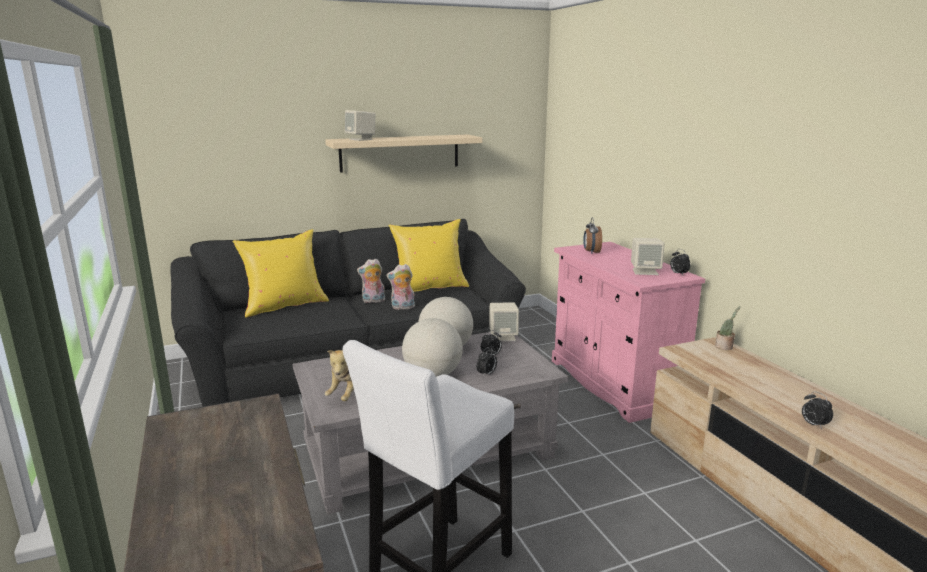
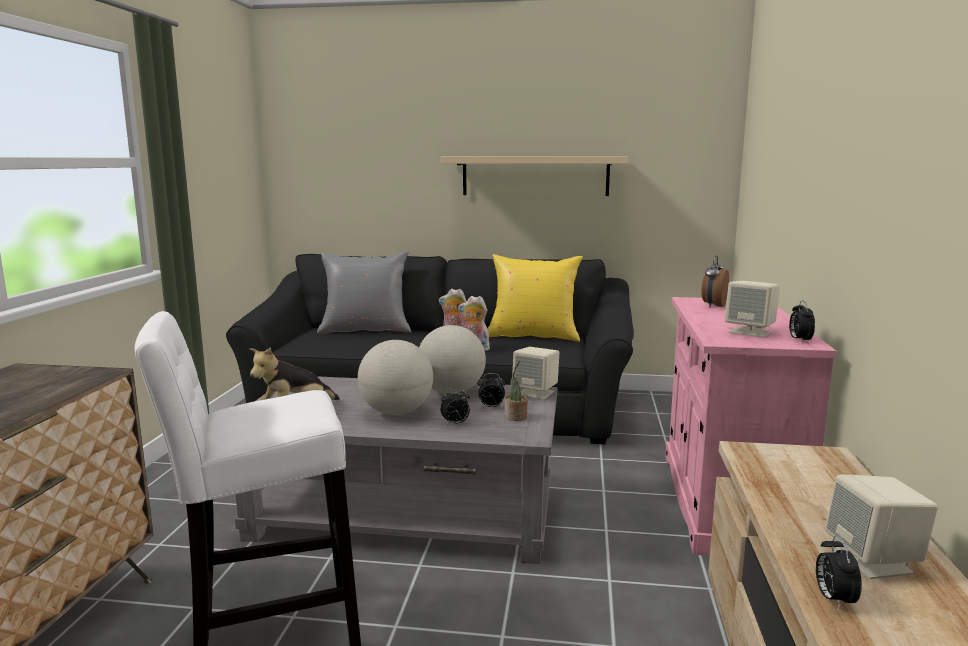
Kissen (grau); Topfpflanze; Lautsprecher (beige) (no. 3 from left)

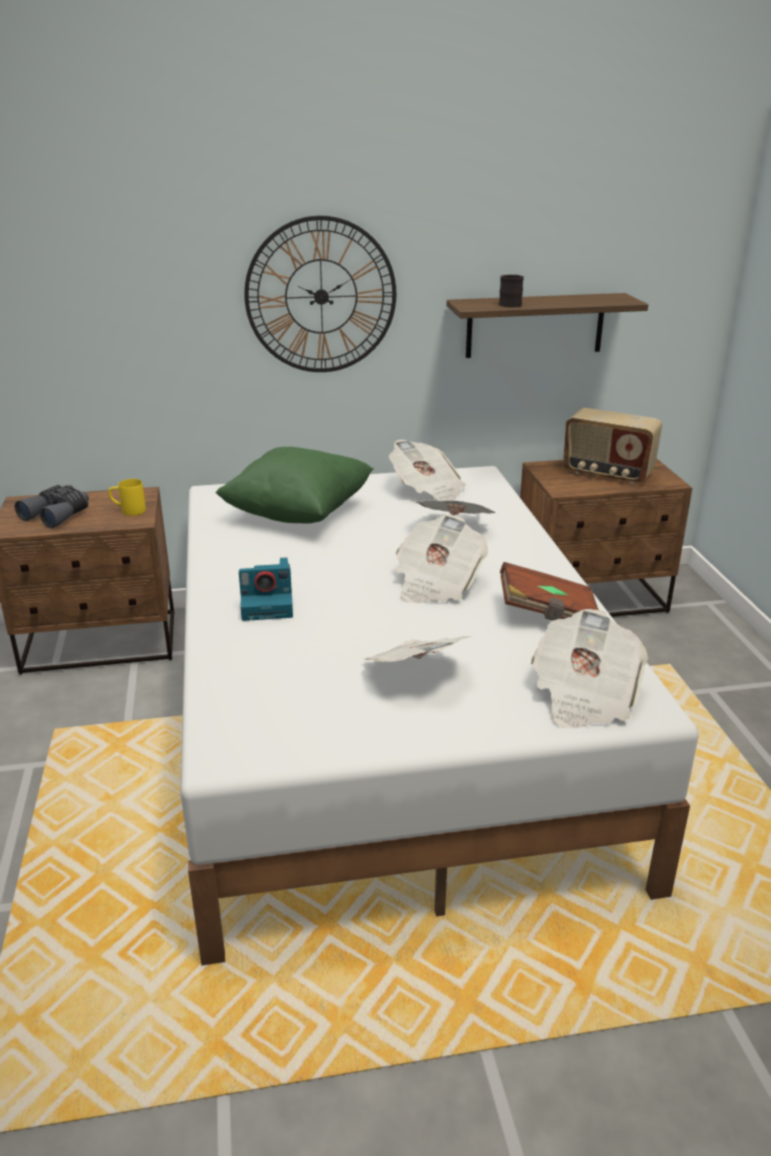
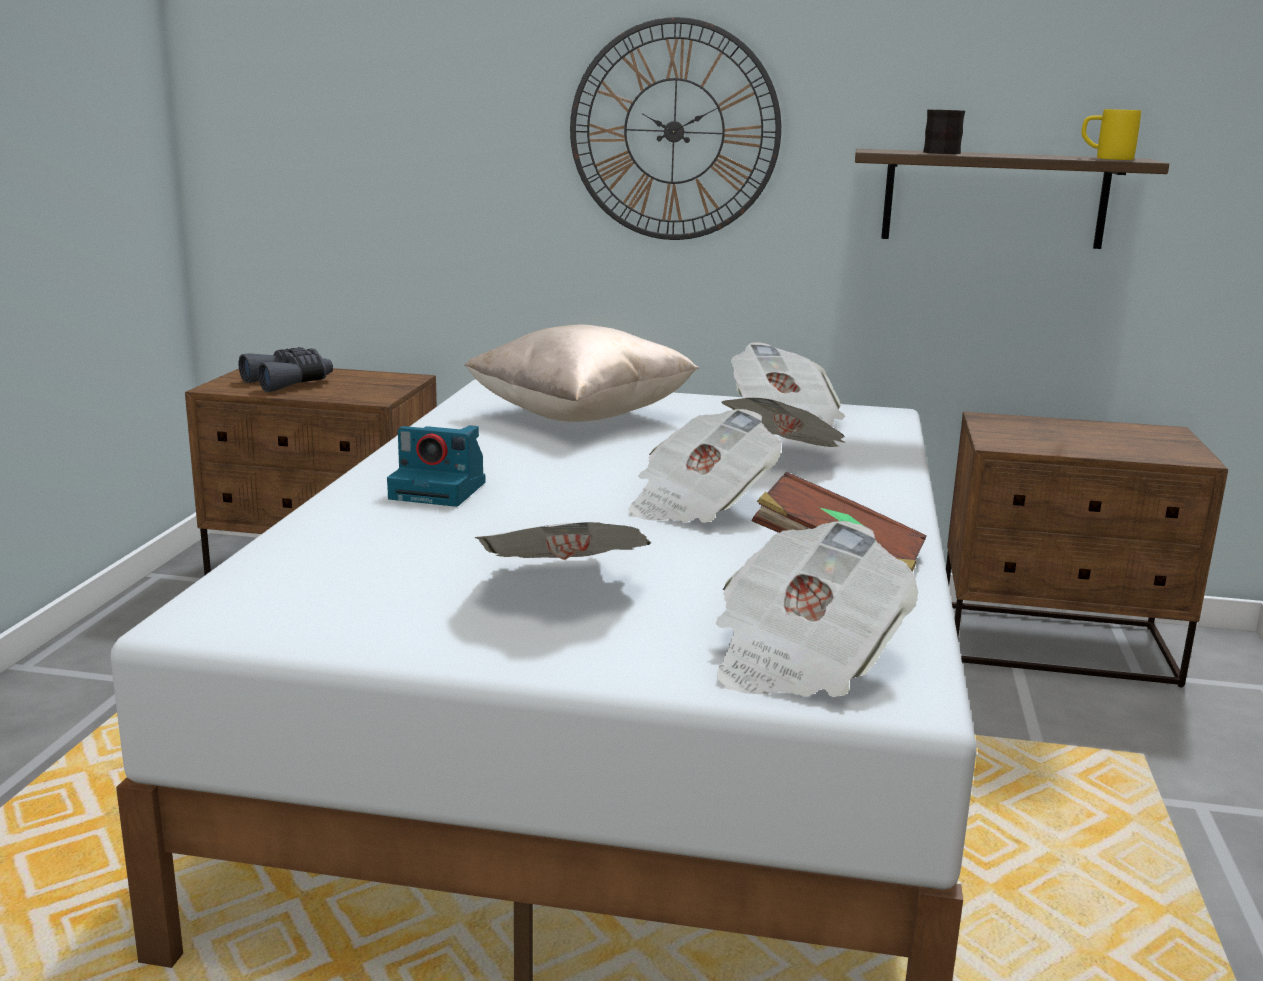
Kissen (beige); Henkelbecher (gelb); Radio

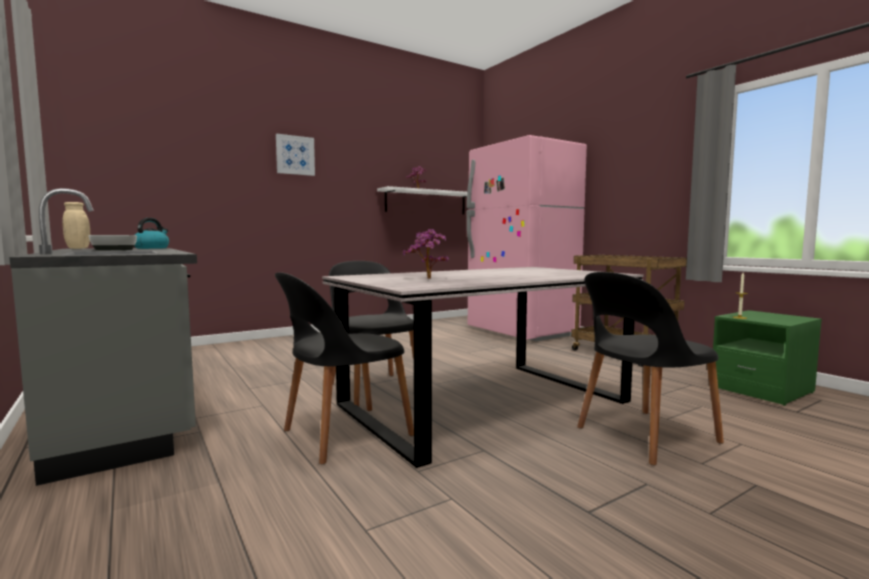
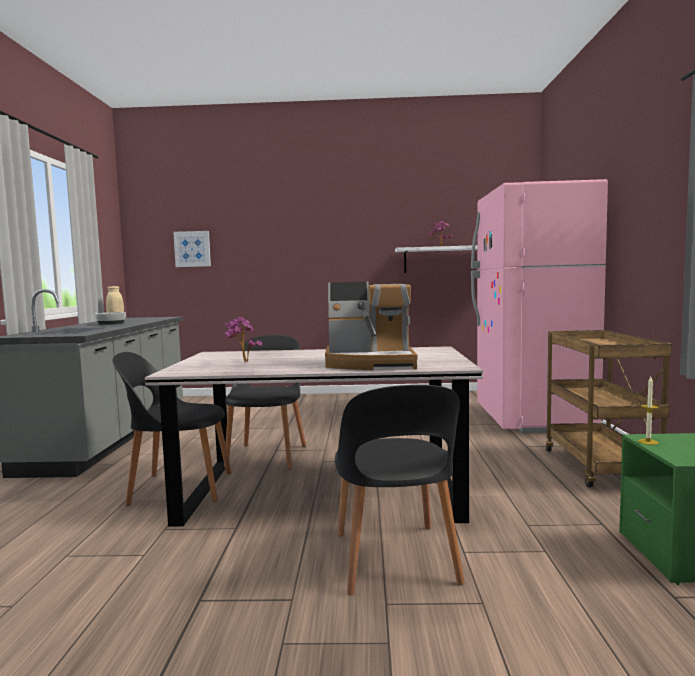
Bild; Kaffeemaschine; Stuhl (schwarz) (no. 3 from left); Wasserkessel

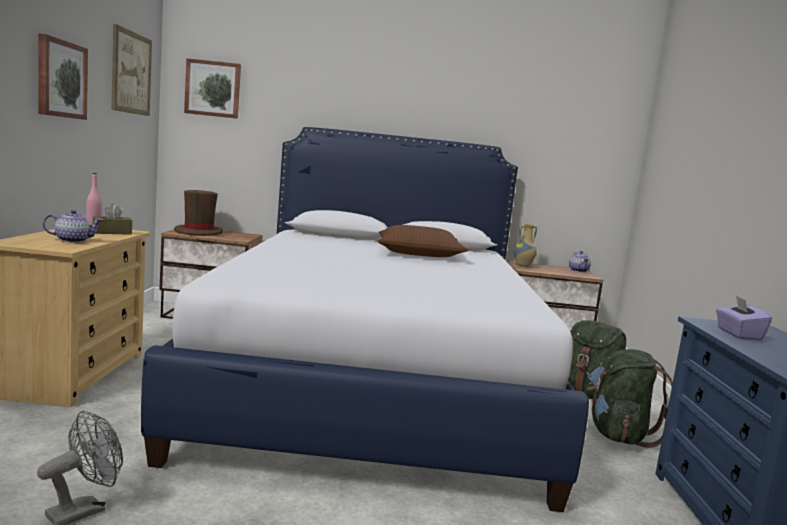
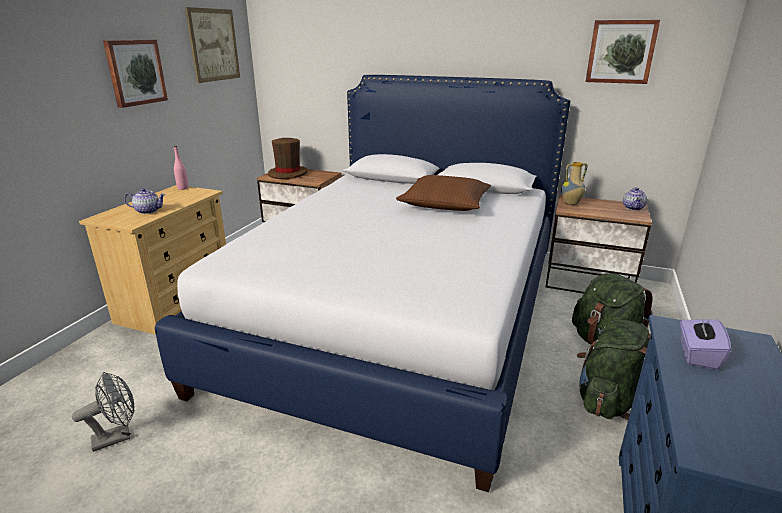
Bild (no. 3 from left); Taschentuchbox (braun)

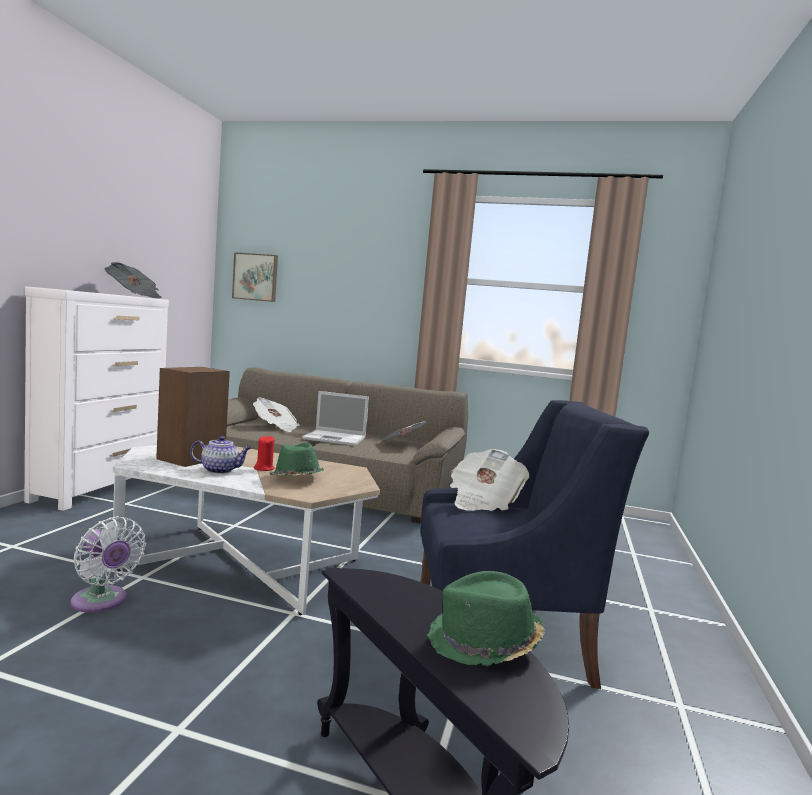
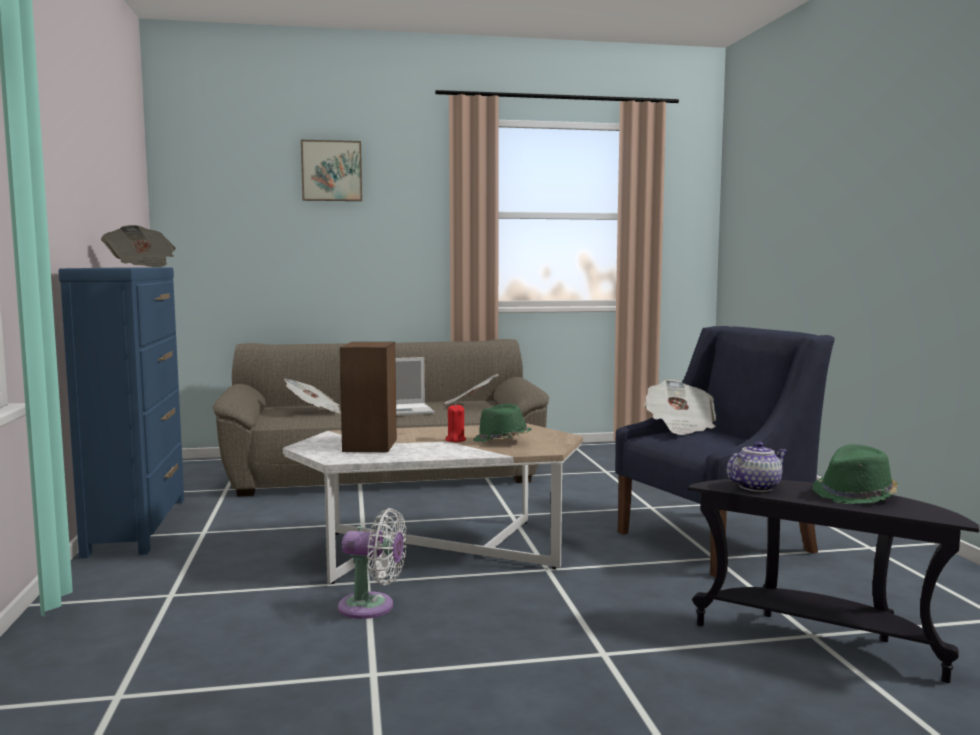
Kommode (blau); Bild; Teekanne

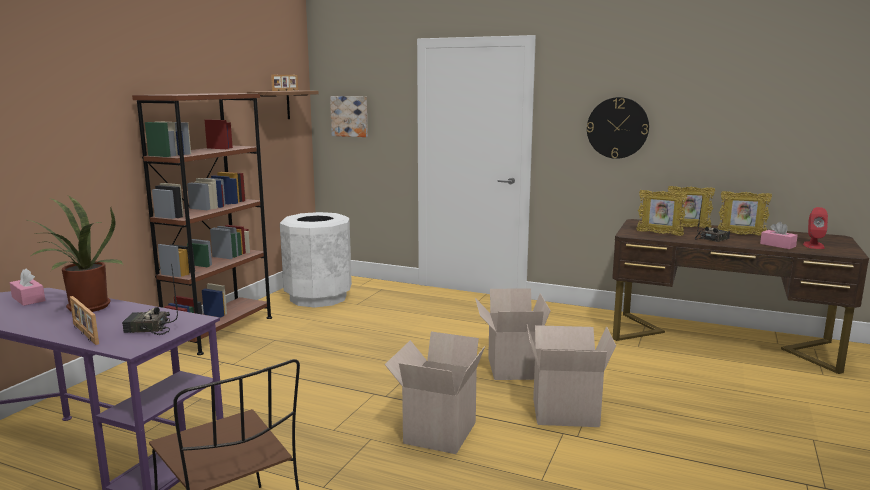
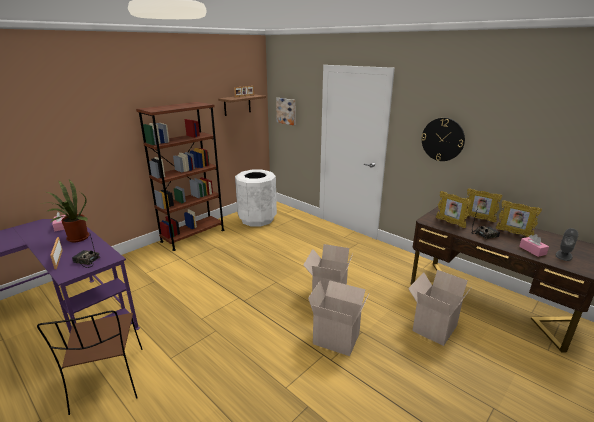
Karton (no. 3 from left); Lautsprecher (grau)

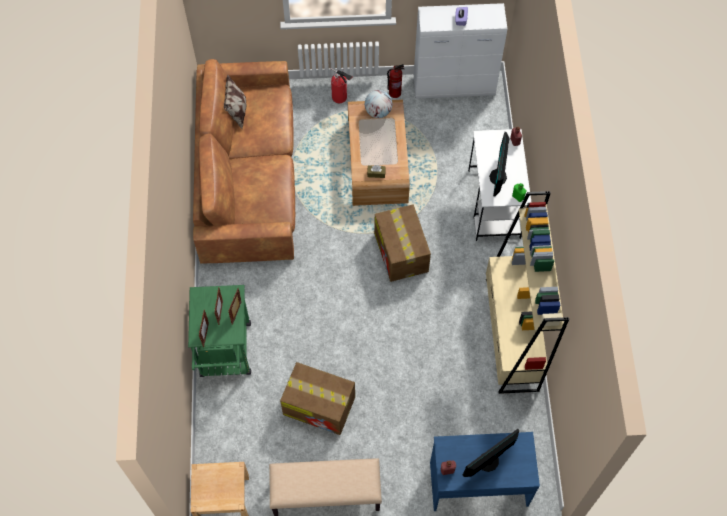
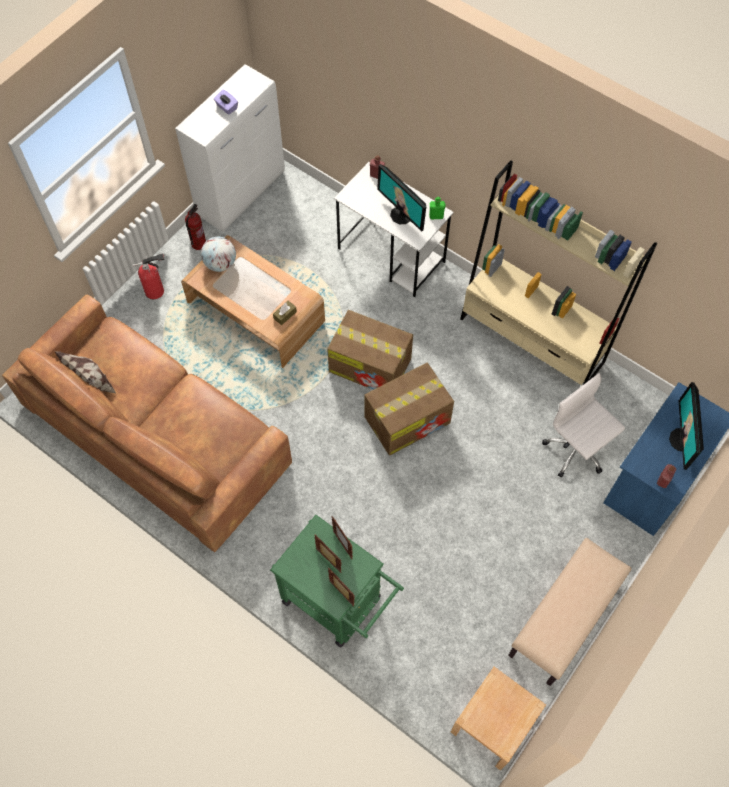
Karton (no. 2 from left); Bürostuhl (weiß)

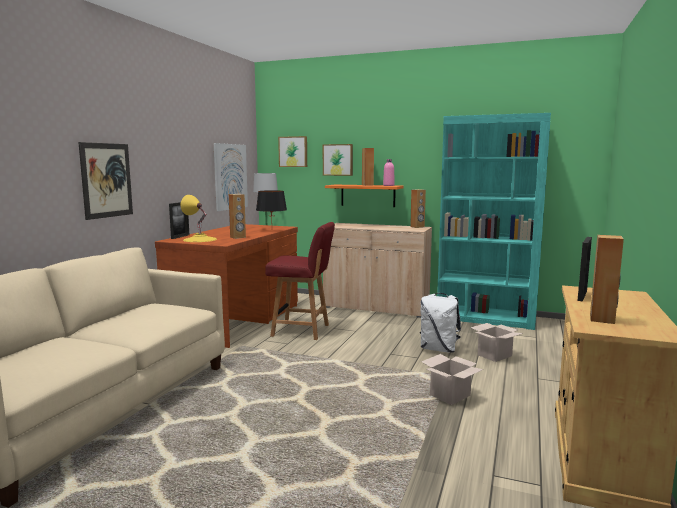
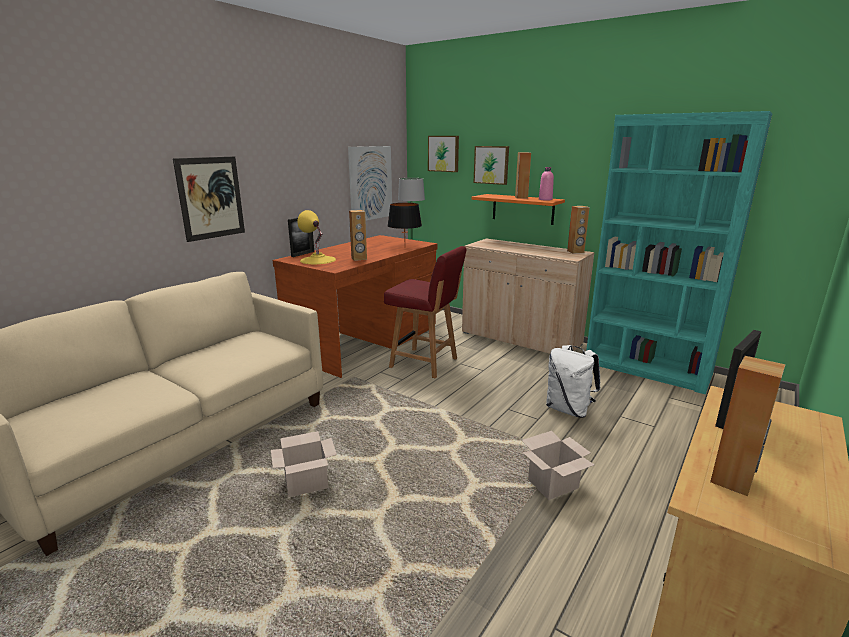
Karton (no. 1 from left)

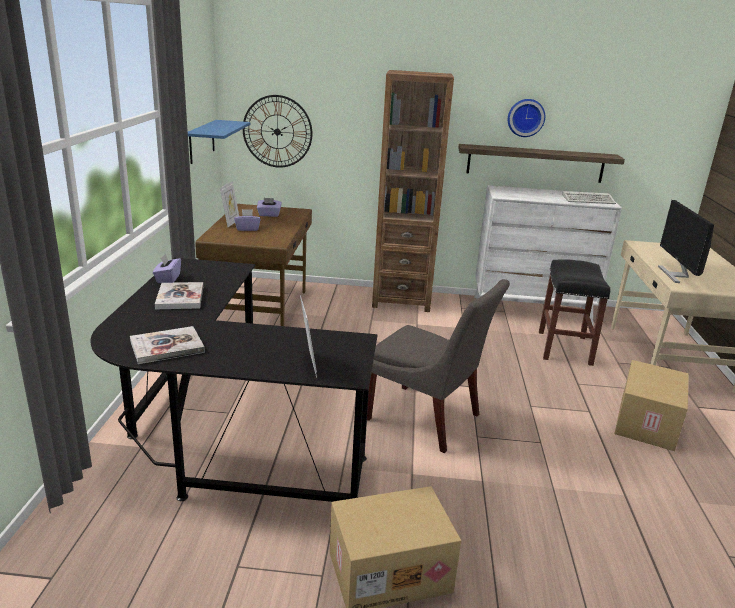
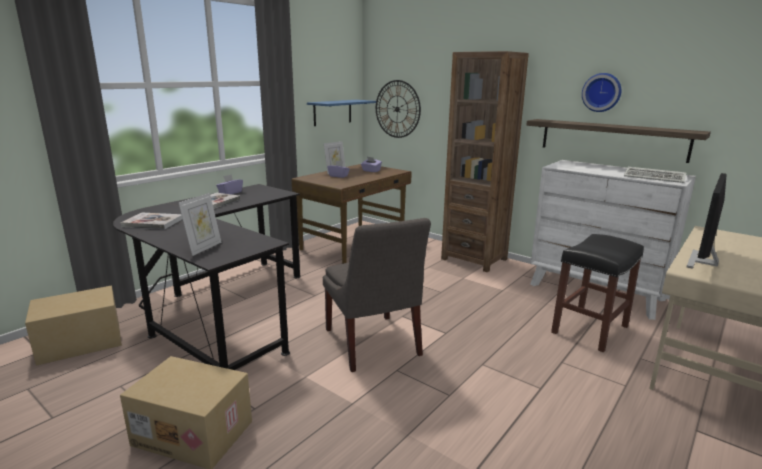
Karton (no. 1 from left)

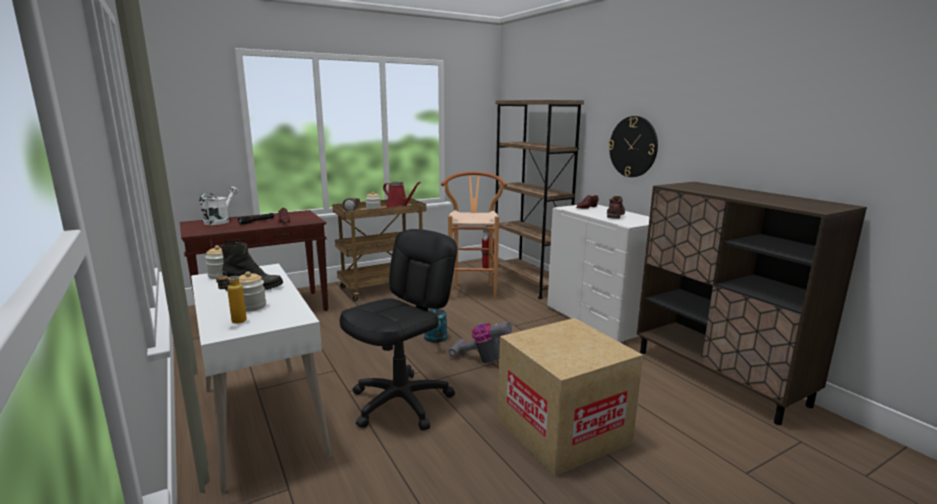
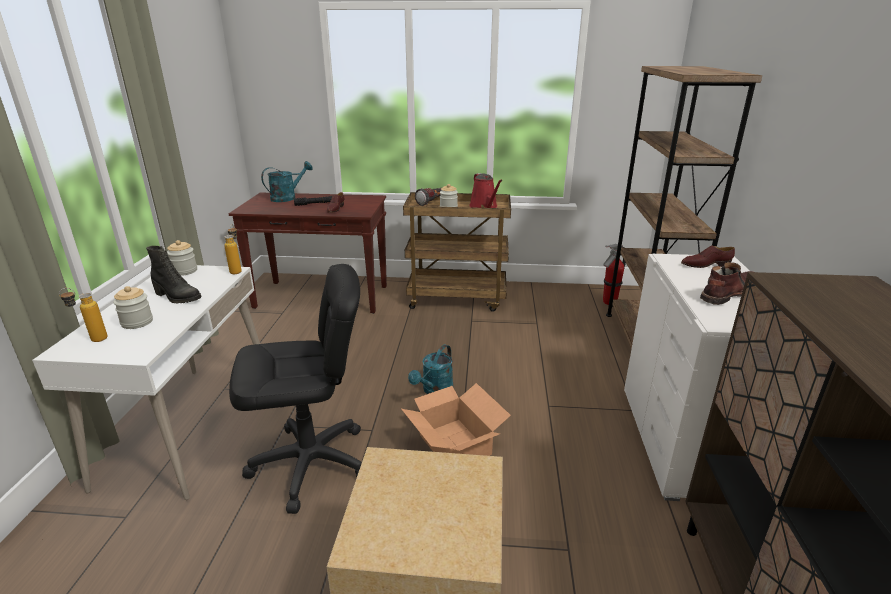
Flasche (no. 2 from left); Gießkanne (türkis) (no. 1 from left); Karton (no. 2 from left); Hocker (braun); Wanduhr

